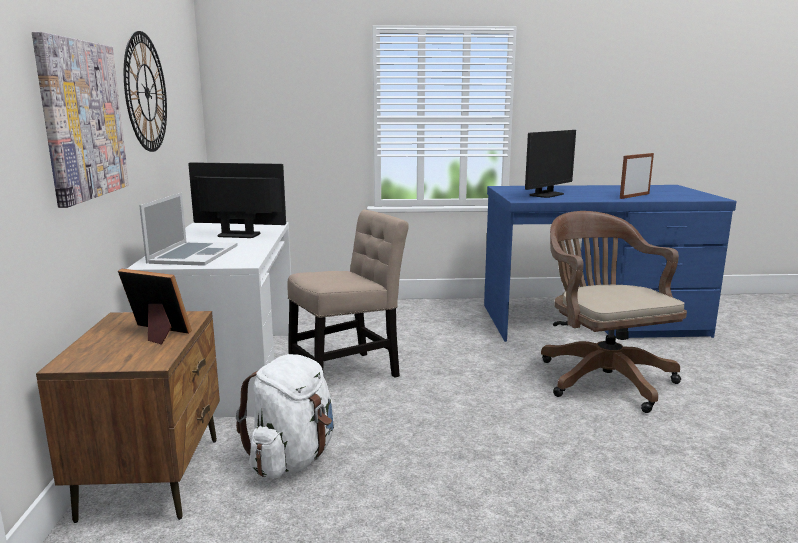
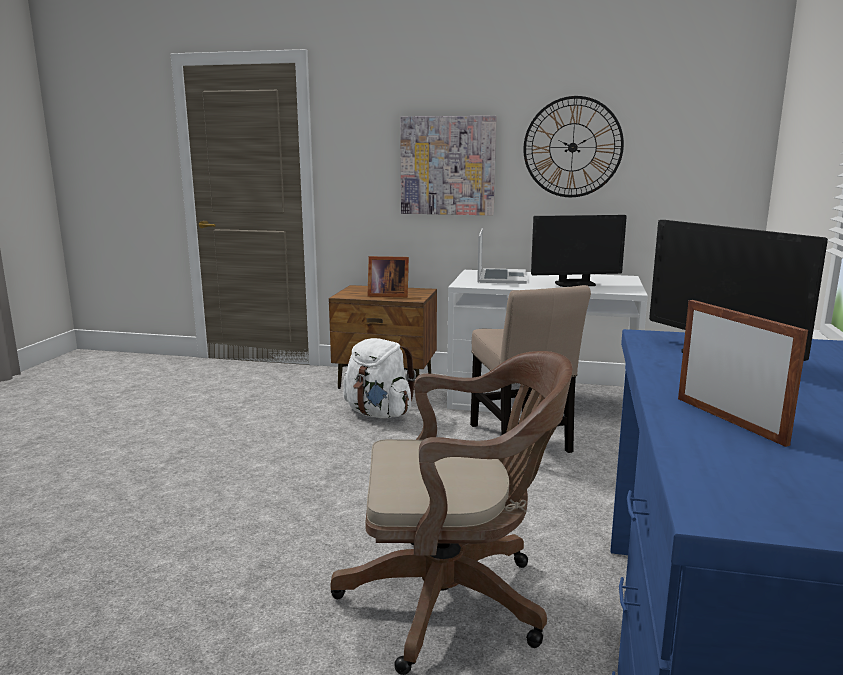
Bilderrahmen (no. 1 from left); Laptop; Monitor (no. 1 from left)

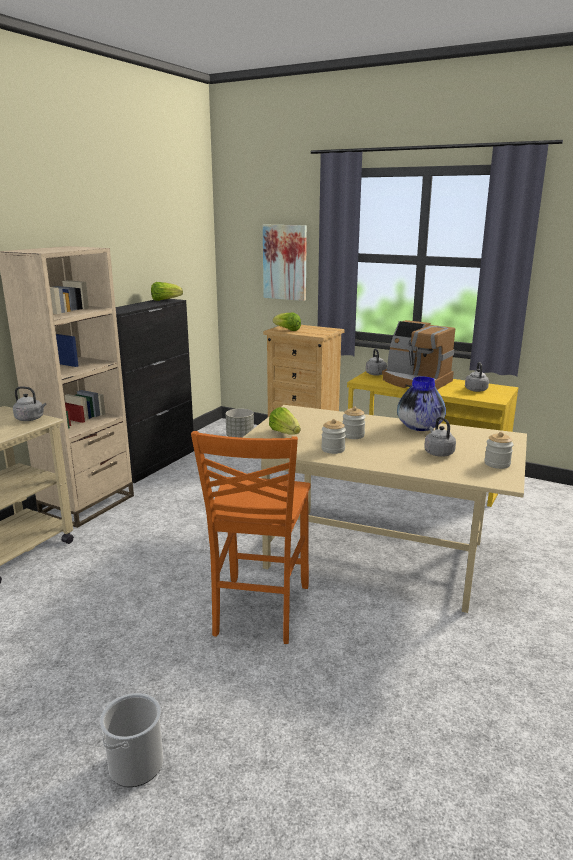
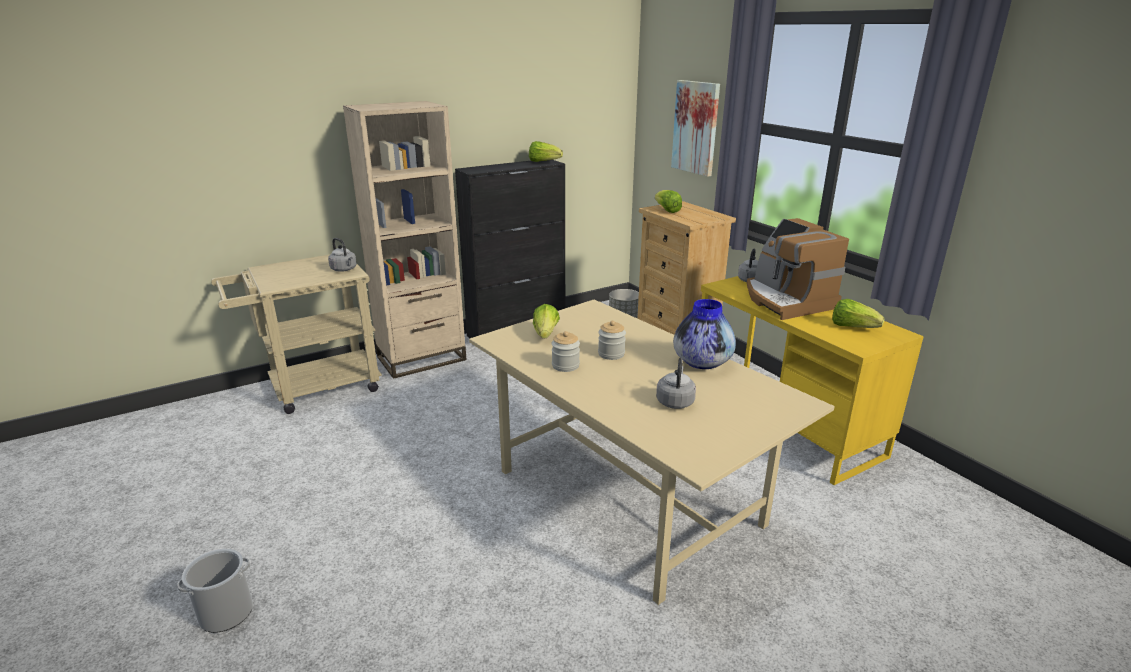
Salatkopf (no. 4 from left); Stuhl (orange); Vorratsglas (no. 3 from left in the first image)

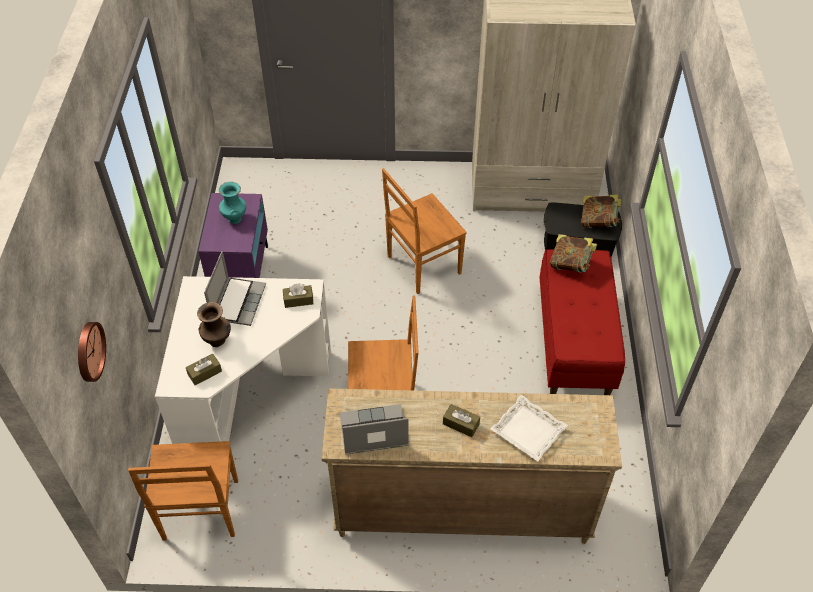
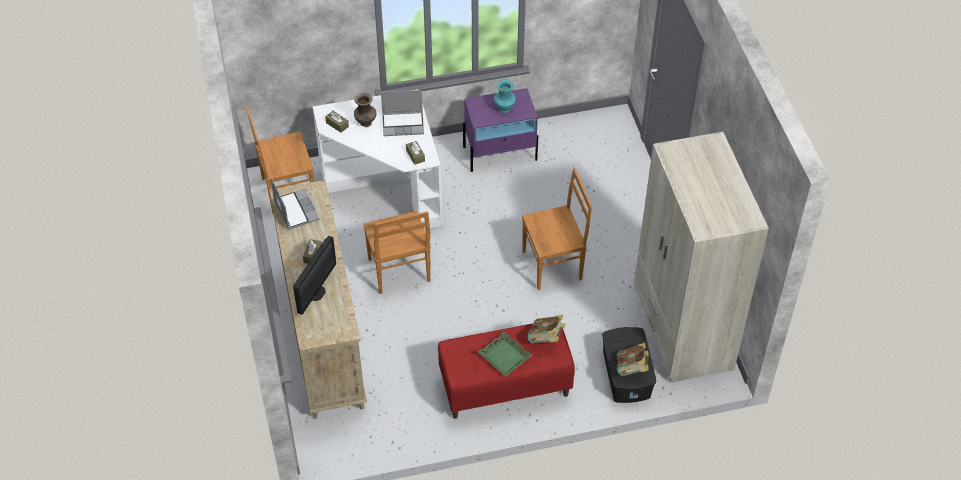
Monitor; Tablett (grün); Stuhl (braun) (no. 3 from left); Wanduhr

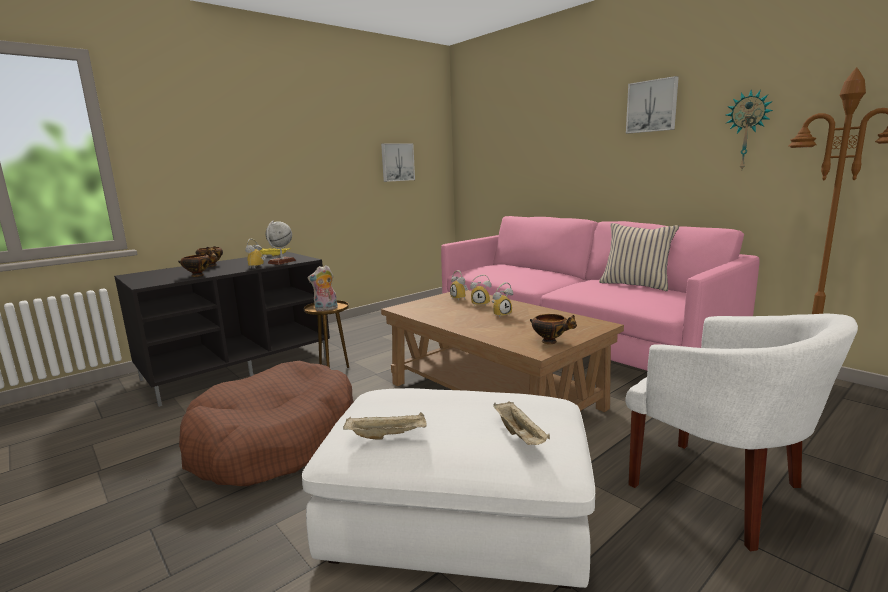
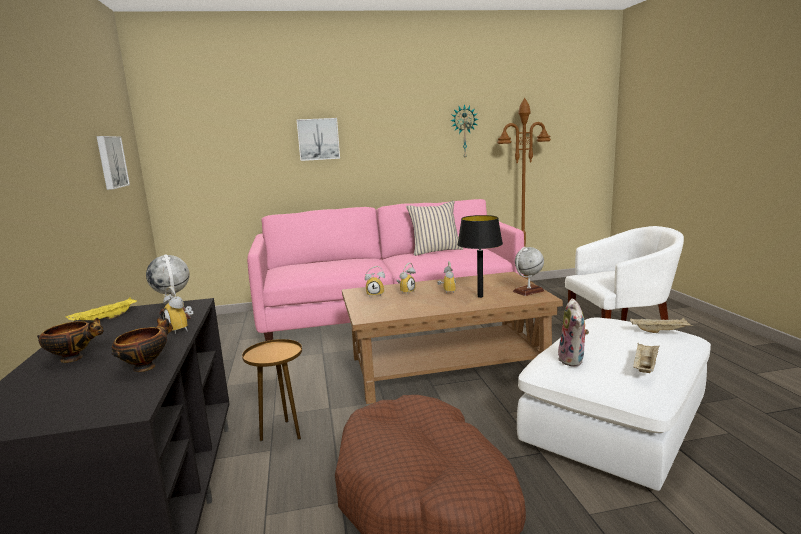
Bild (no. 2 from left); Tischlampe (schwarz); Globus (no. 2 from left); Plüschtier

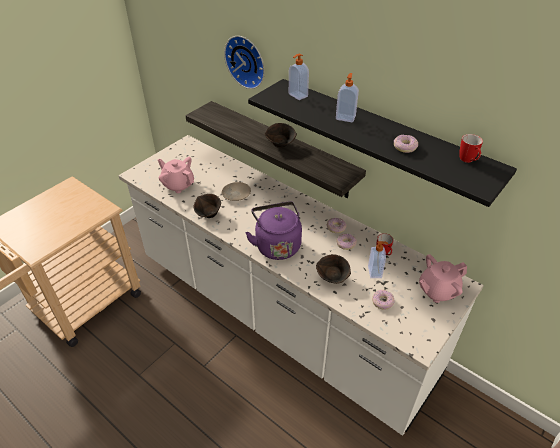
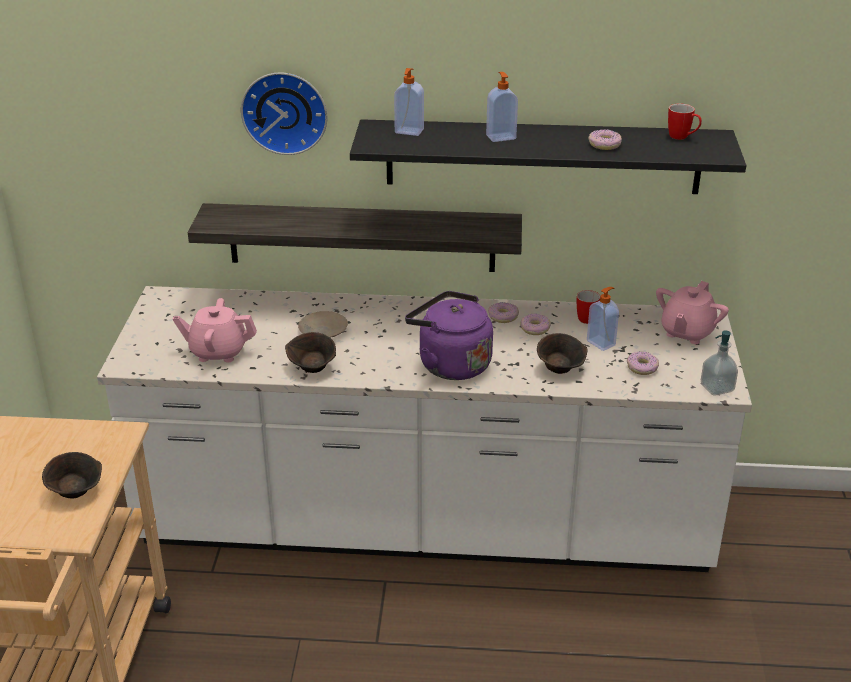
Schüssel (braun) (no. 1 from left); Seifenspender (no. 4 from left)

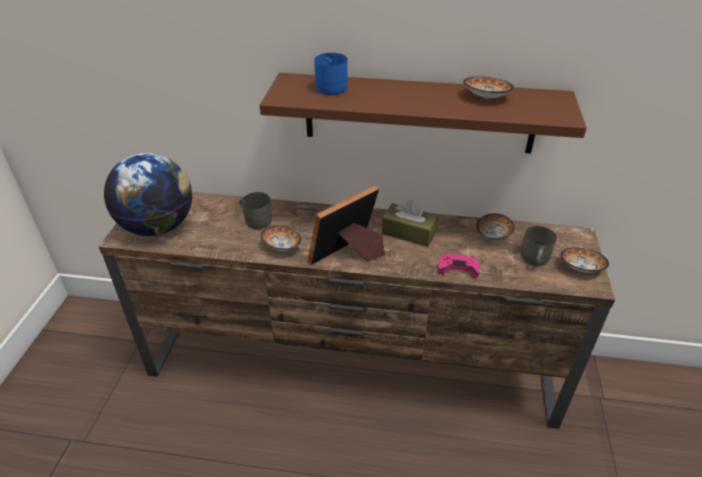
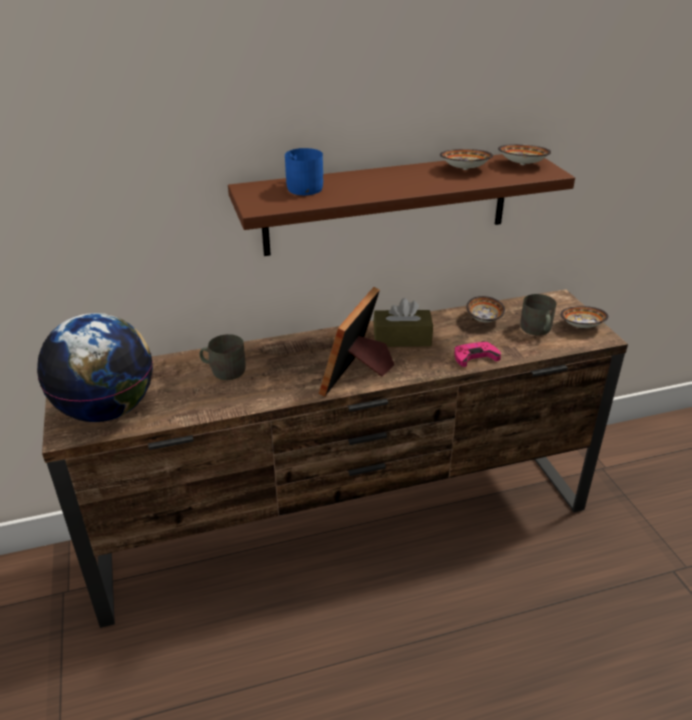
Schüssel (no. 3 from left)

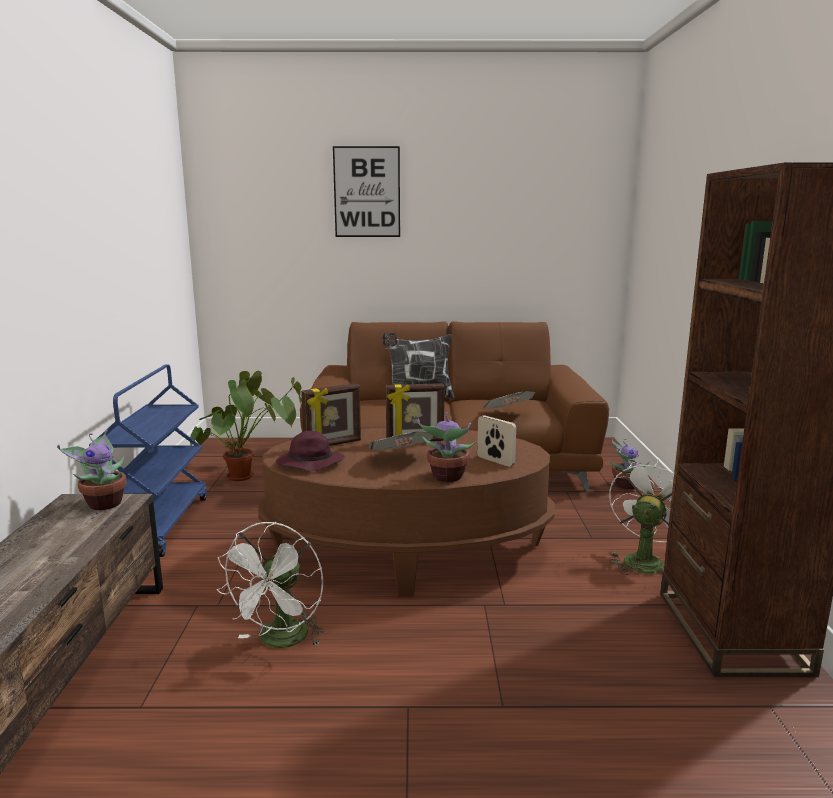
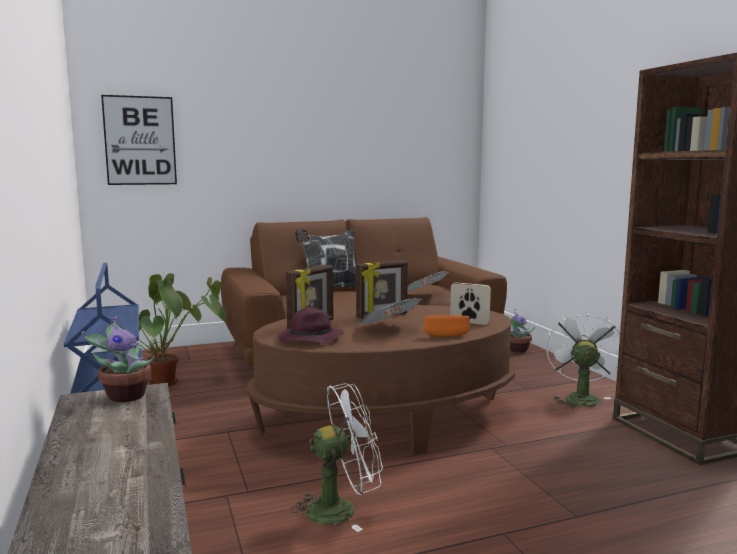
Bild; Ventilator (weiß) (no. 1 from left); Schüssel (orange)

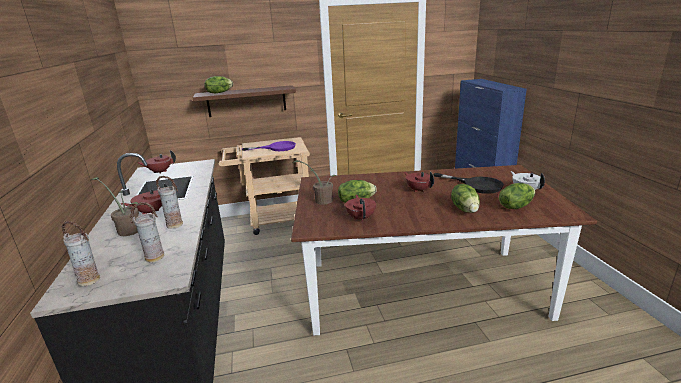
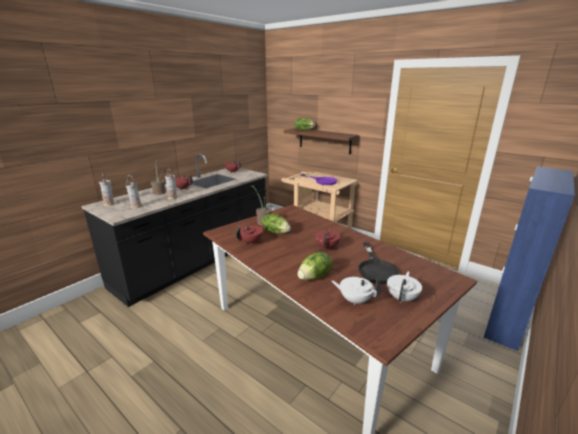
Teekanne (weiß) (no. 1 from left)

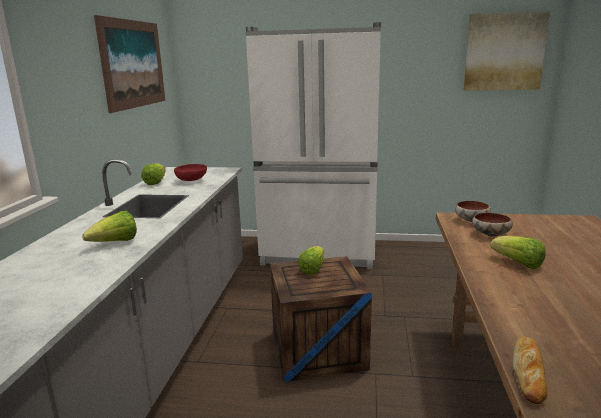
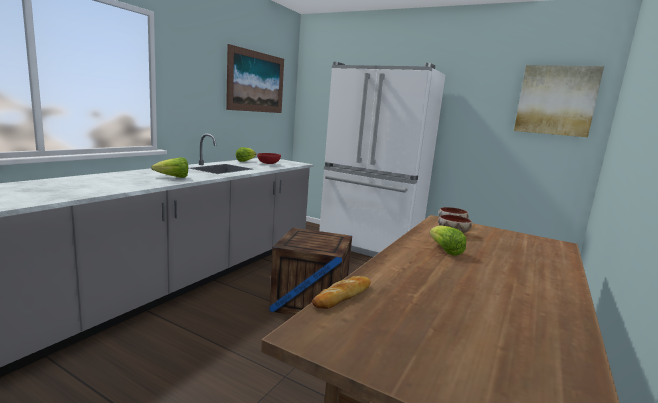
Salatkopf (no. 3 from left in the first image)

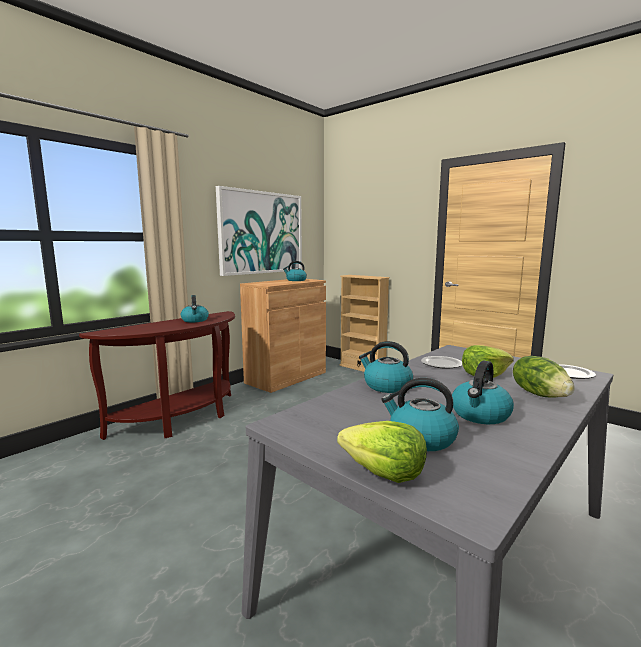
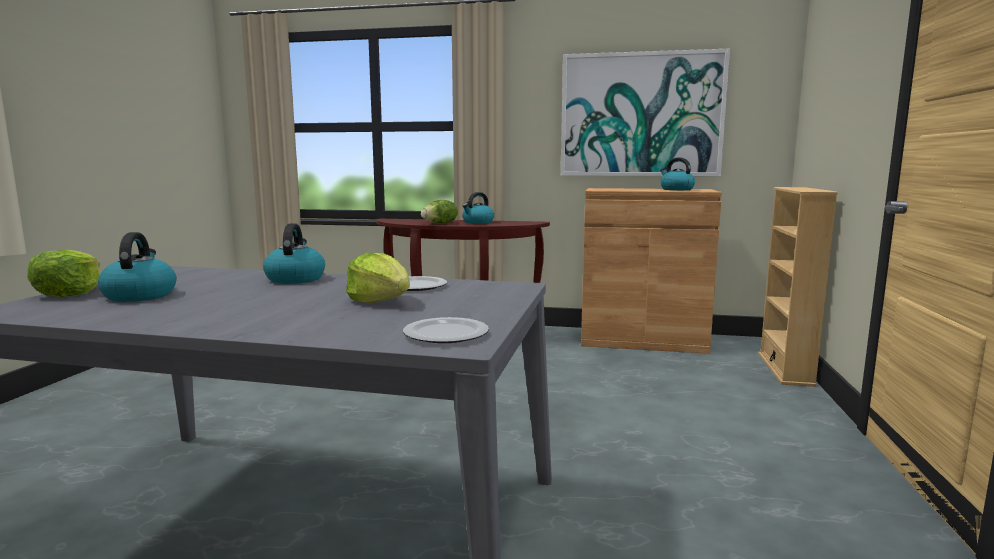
Salatkopf (no. 3 from left); Wasserkessel (no. 5 from left in the first image)

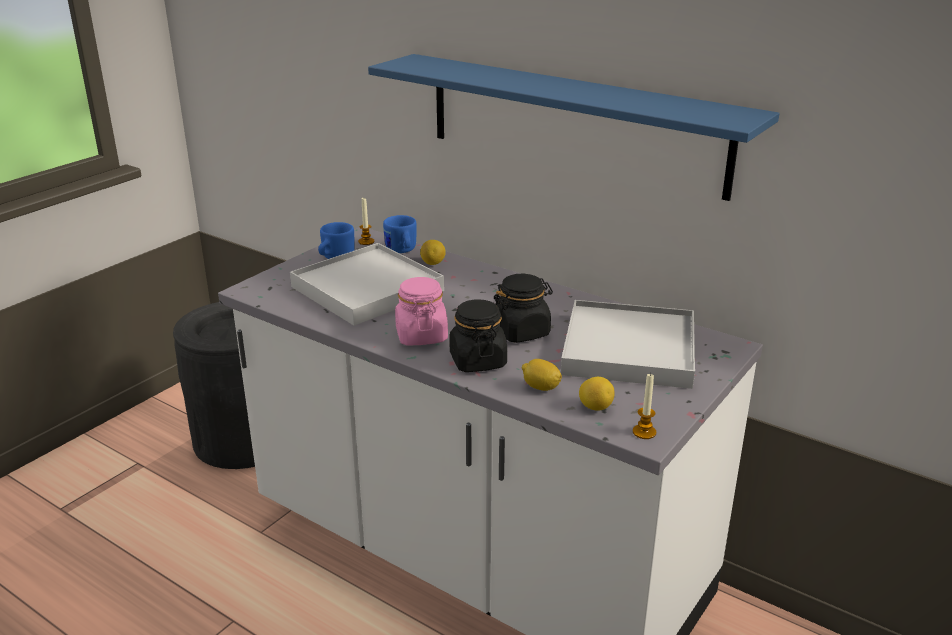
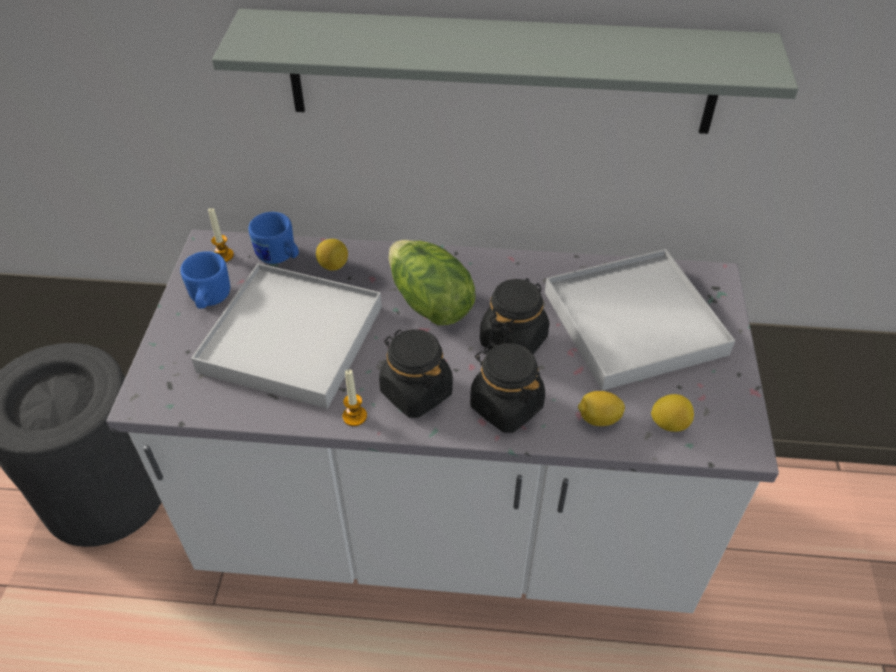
Wandregal (grau); Kerze (no. 2 from left); Vorratsglas (schwarz) (no. 1 from left); Salatkopf

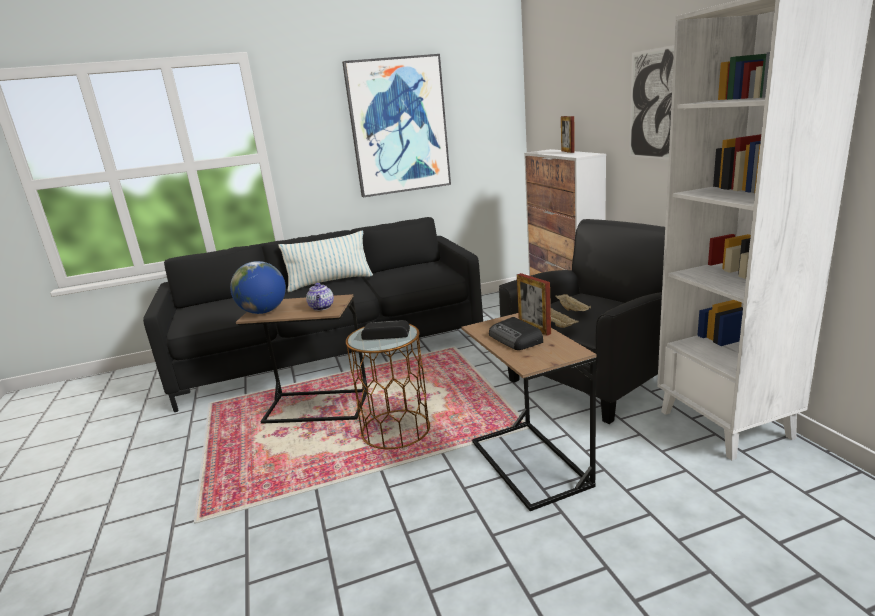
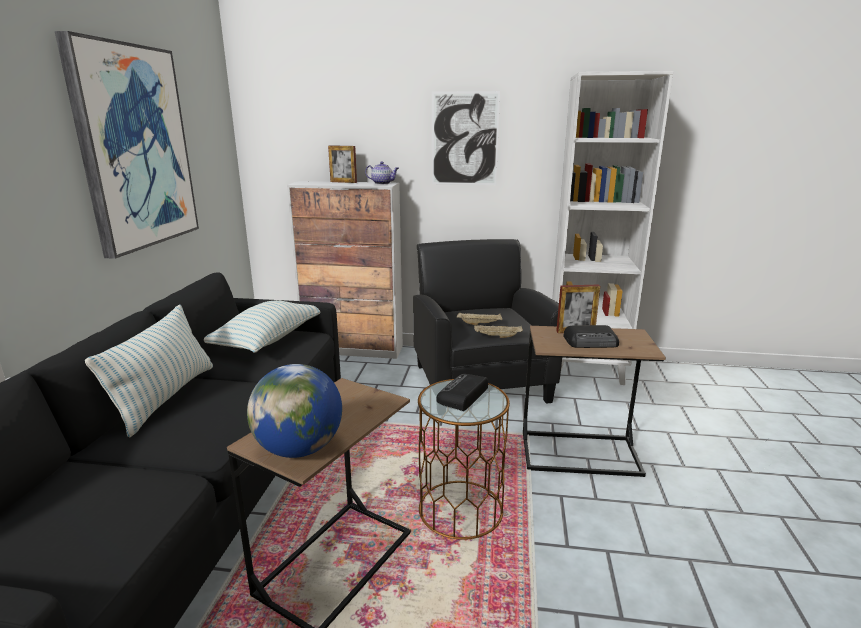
Kissen (no. 2 from left); Teekanne

